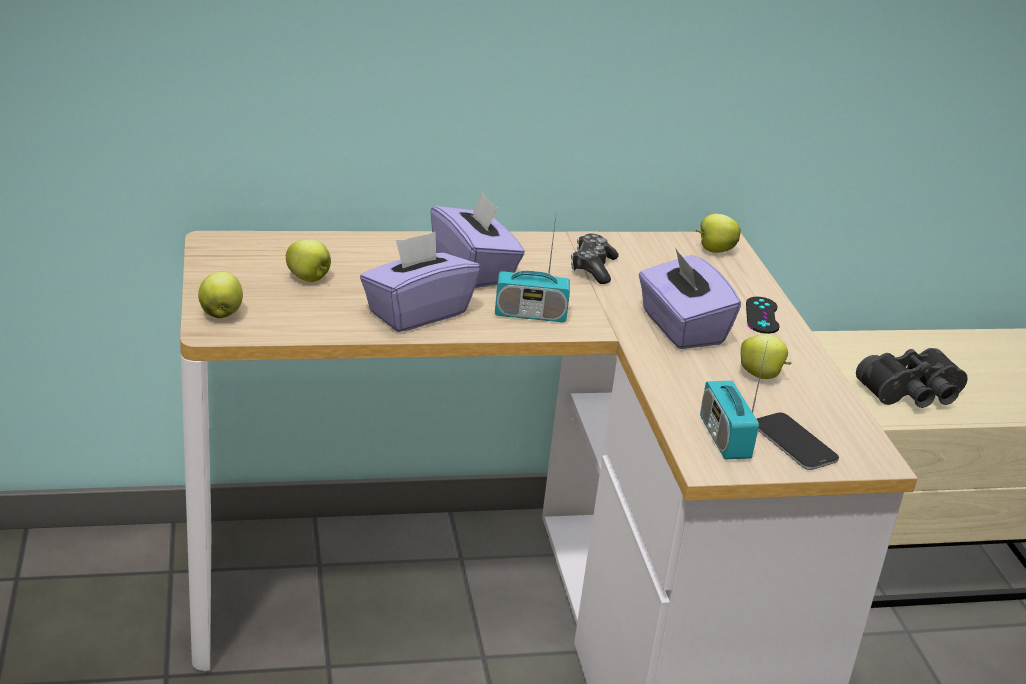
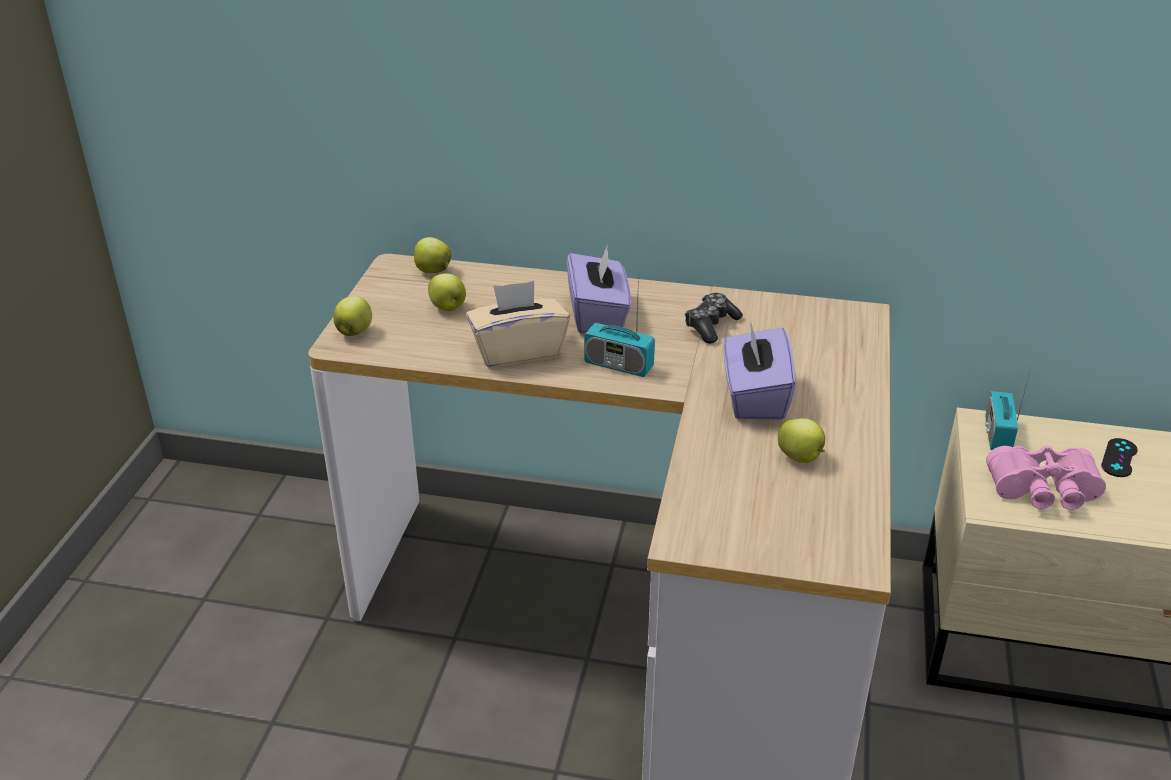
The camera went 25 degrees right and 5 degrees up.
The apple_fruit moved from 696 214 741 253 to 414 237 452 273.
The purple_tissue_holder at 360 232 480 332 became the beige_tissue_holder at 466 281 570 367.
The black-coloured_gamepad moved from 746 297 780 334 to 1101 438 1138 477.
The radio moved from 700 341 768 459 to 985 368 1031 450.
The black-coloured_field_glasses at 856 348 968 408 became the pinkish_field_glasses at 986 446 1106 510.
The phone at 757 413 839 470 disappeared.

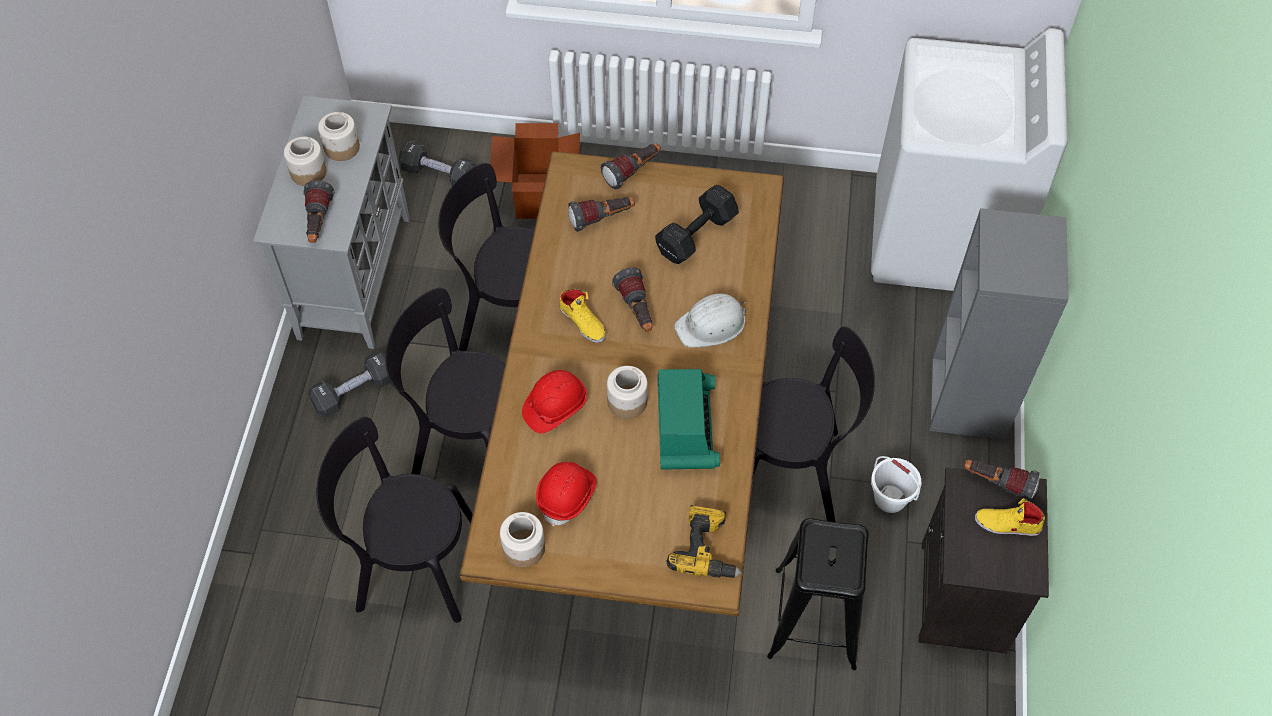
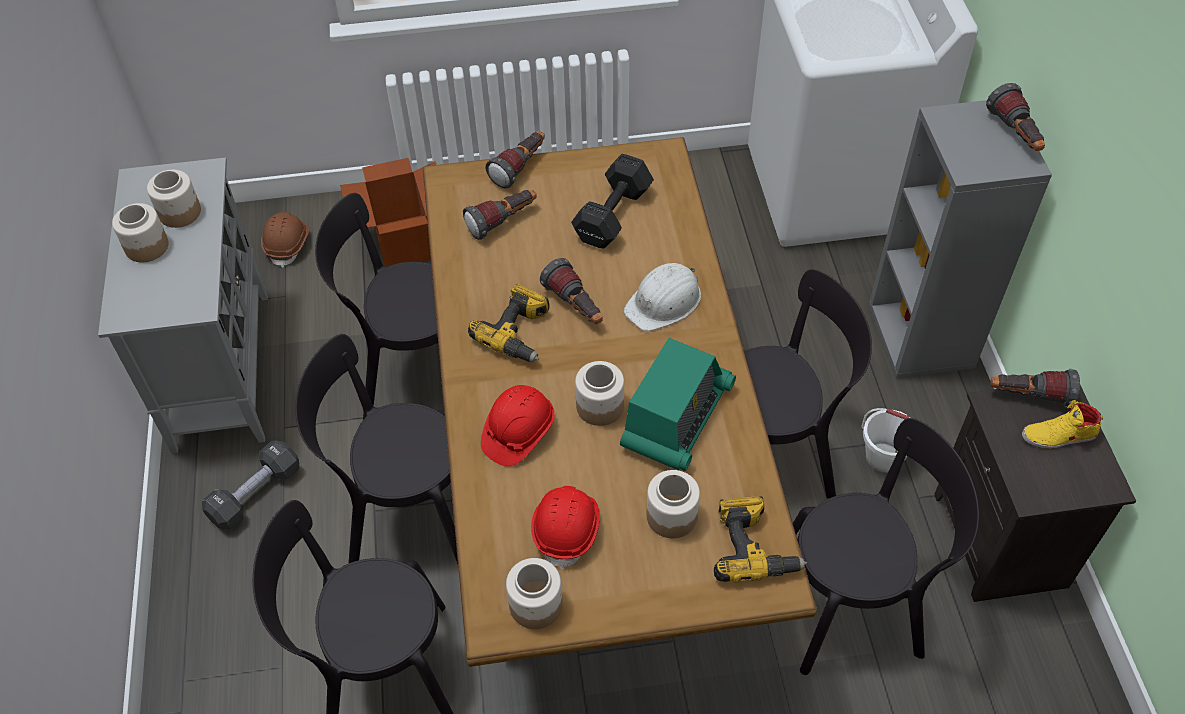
The camera went 15 degrees left and 5 degrees down.
The black-coloured_dumbbell at 399 141 476 186 was replaced by the brownish_work_helmet at 261 212 310 268.
The torch moved from 303 180 335 243 to 986 83 1045 151.
The yellow-coloured_shoe at 559 289 606 343 was replaced by the electric_drill at 468 284 550 362.
The radio at 658 369 720 470 turned 45 degrees clockwise.
The black-coloured_stool_seat at 767 518 869 670 was replaced by the black-coloured_upright_chair at 793 418 979 675.
The preserve_jar at 646 470 700 538 appeared.

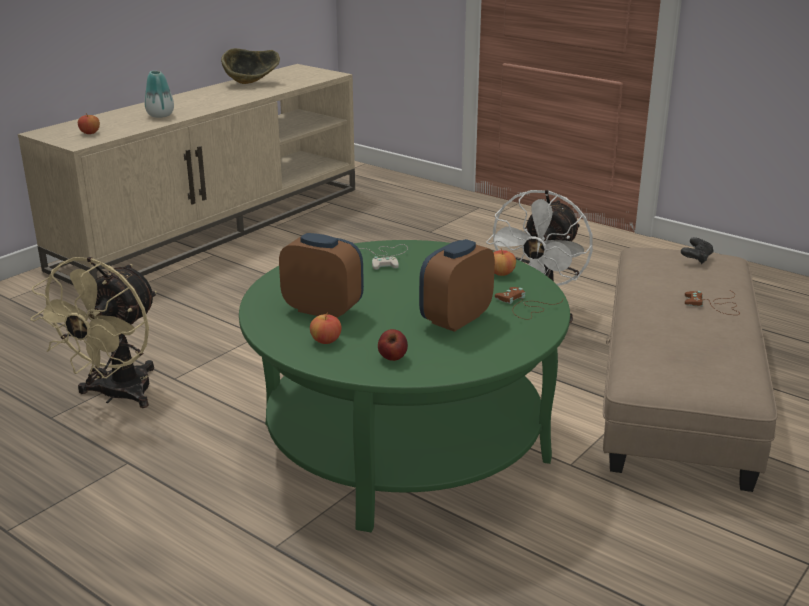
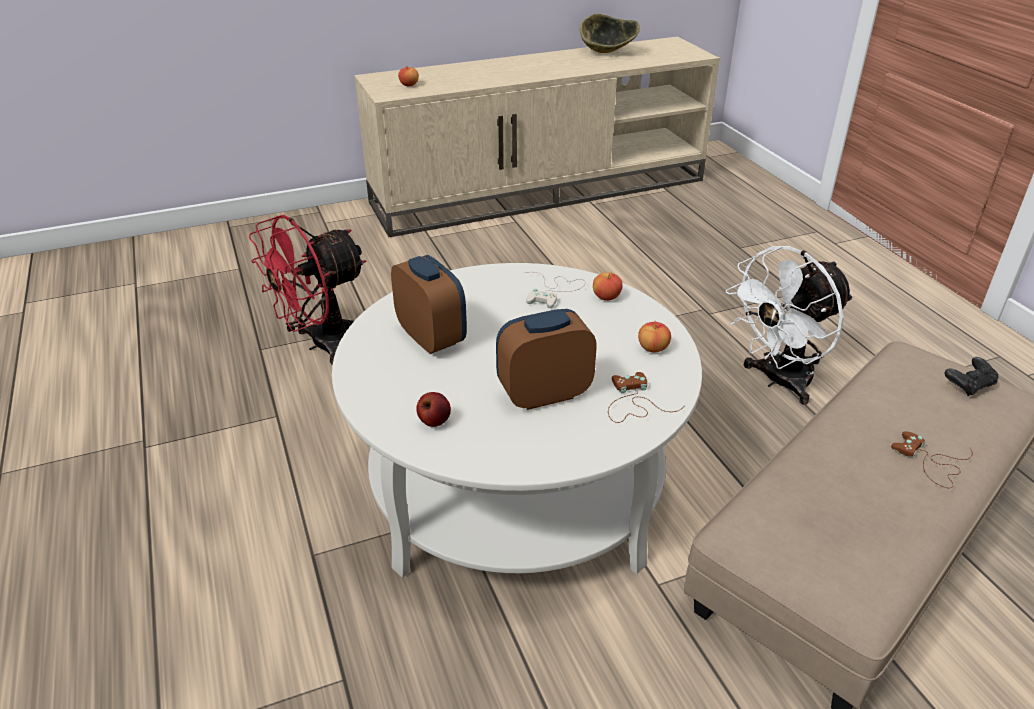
The camera went 30 degrees right and 10 degrees up.
The vase at 144 71 174 118 disappeared.
The greenish_coffee_table at 239 240 570 532 became the white-coloured_coffee_table at 332 263 702 578.
The beige_cooling_fan at 31 257 157 408 became the red_cooling_fan at 249 215 366 365.
The apple_fruit moved from 310 312 341 344 to 593 272 623 301.

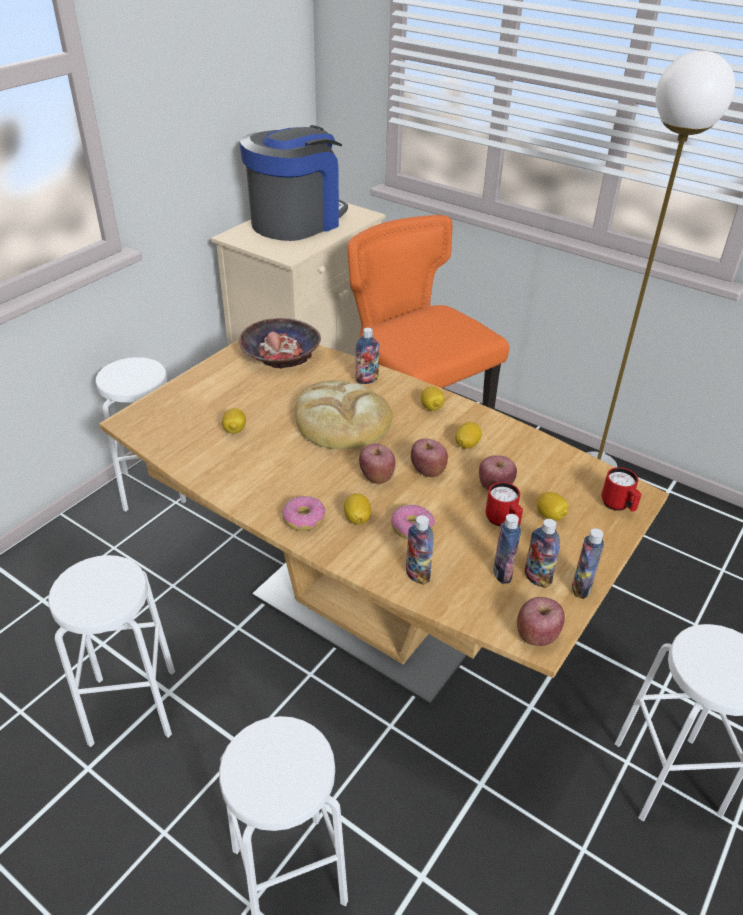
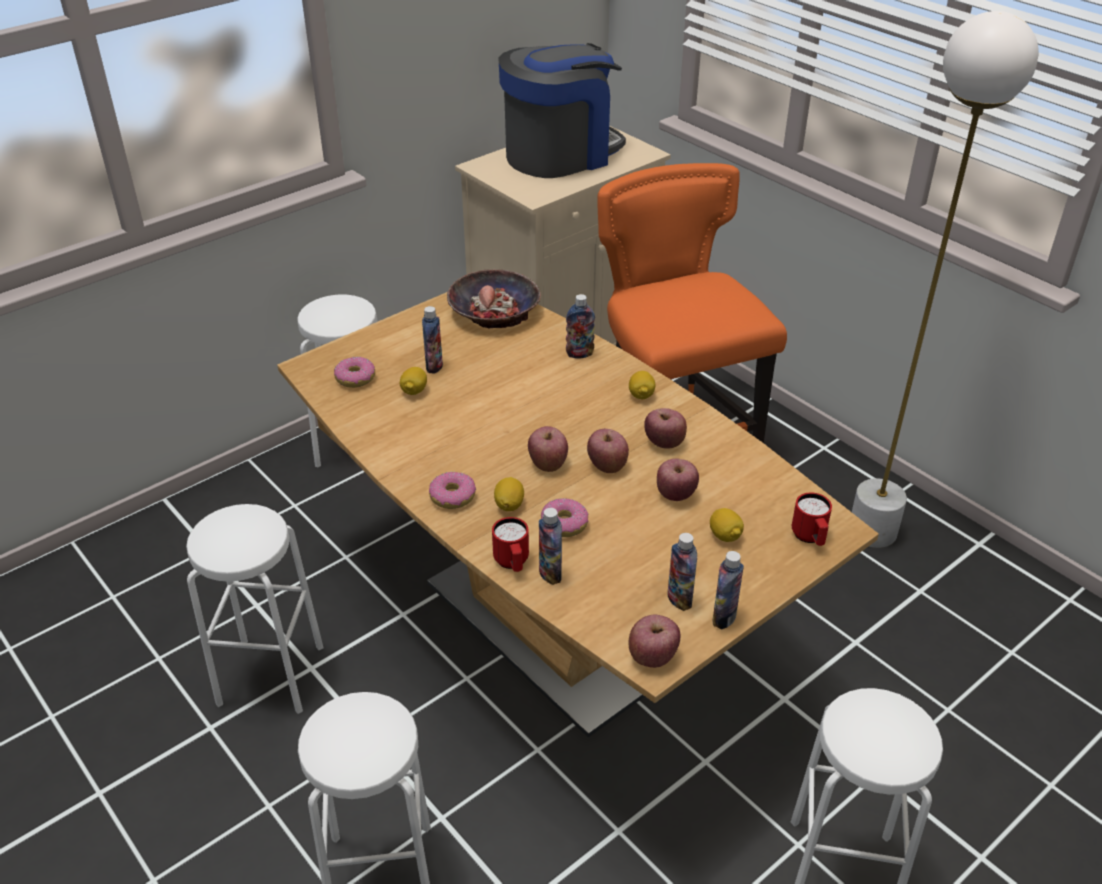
The camera went 15 degrees right and 0 degrees up.
The bread at 295 380 393 449 disappeared.
The whole_lemon at 455 422 482 449 was replaced by the apple_fruit at 644 408 687 449.
The red_mug moved from 486 482 523 526 to 492 517 529 572.
The bottle moved from 493 514 521 584 to 422 306 443 374.
The ring_doughnut at 334 357 375 388 appeared.

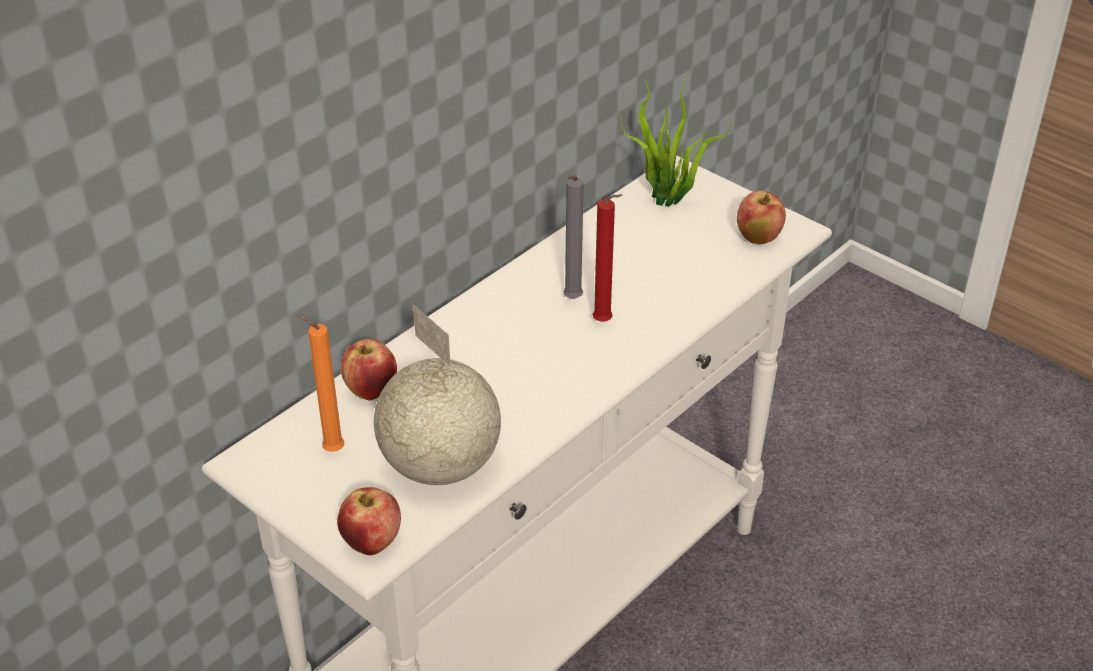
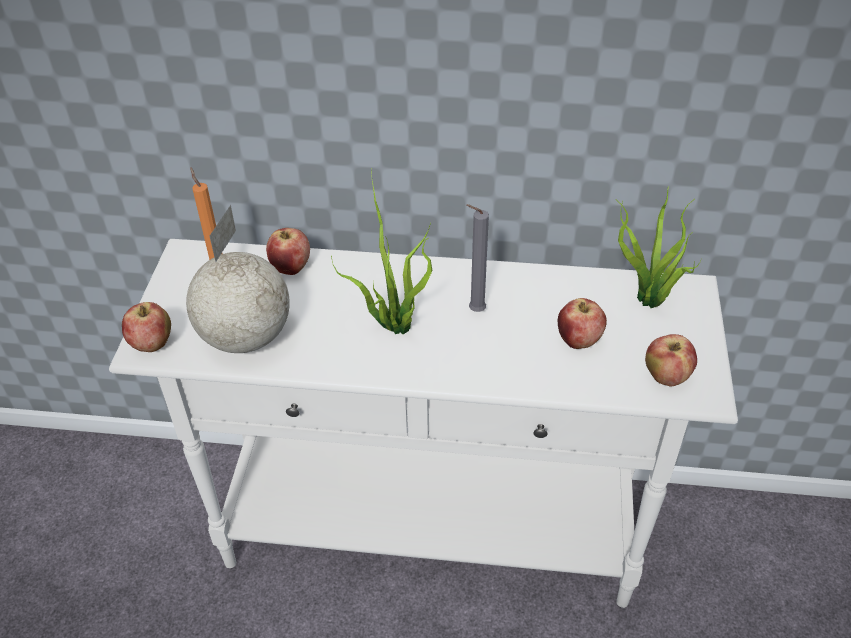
The camera went 55 degrees right and 5 degrees up.
The red_wax_candle at 592 194 623 322 disappeared.
The houseplant at 331 169 432 334 appeared.
The apple_fruit at 558 298 607 349 appeared.

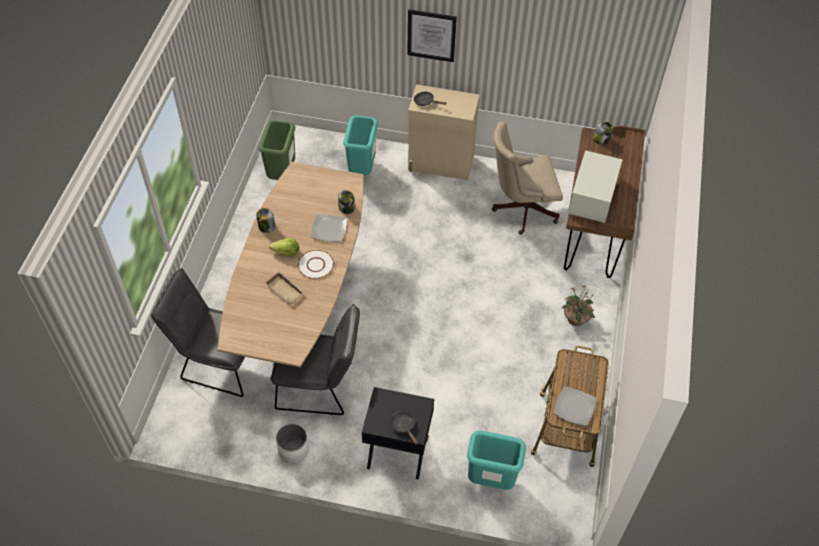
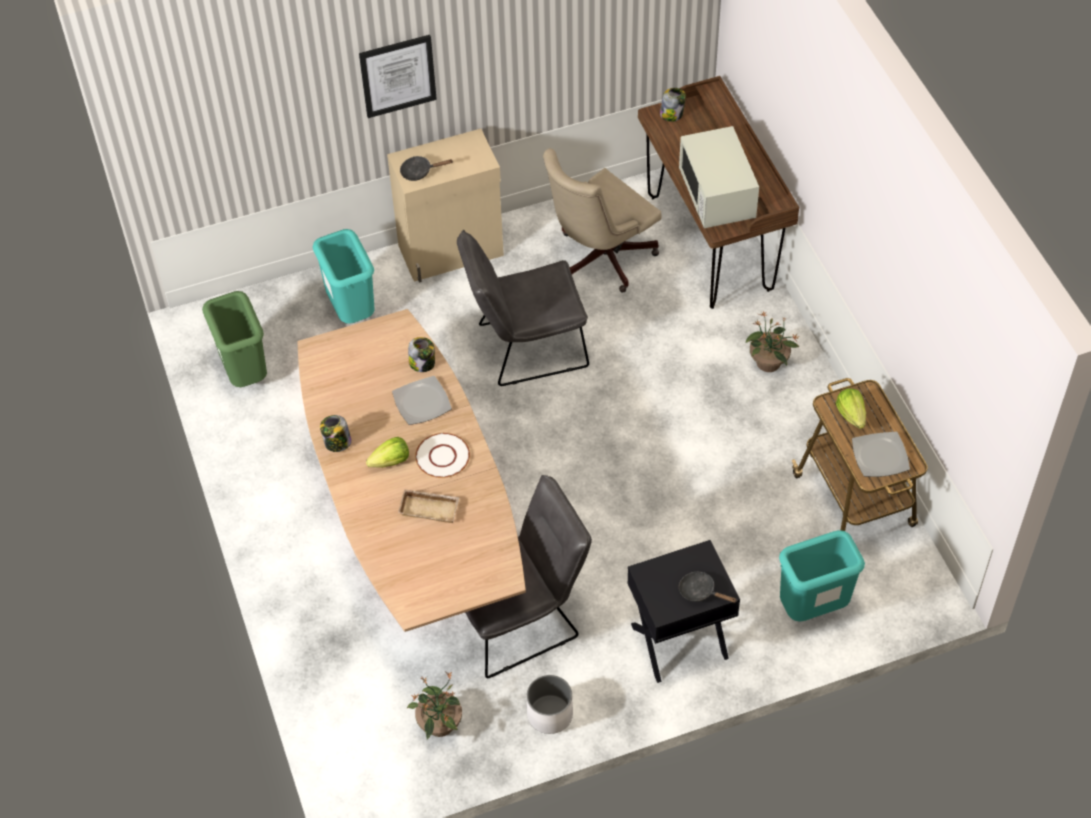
The camera went 30 degrees left and 0 degrees up.
The greyish_upright_chair moved from 151 268 245 397 to 457 230 589 386.
The lettuce at 836 388 866 429 appeared.
The houseplant at 407 671 462 740 appeared.

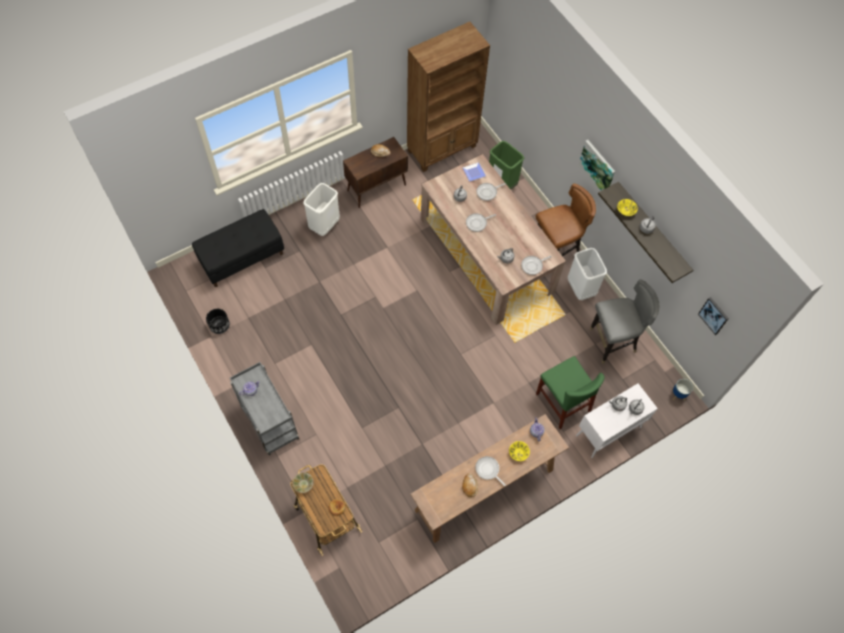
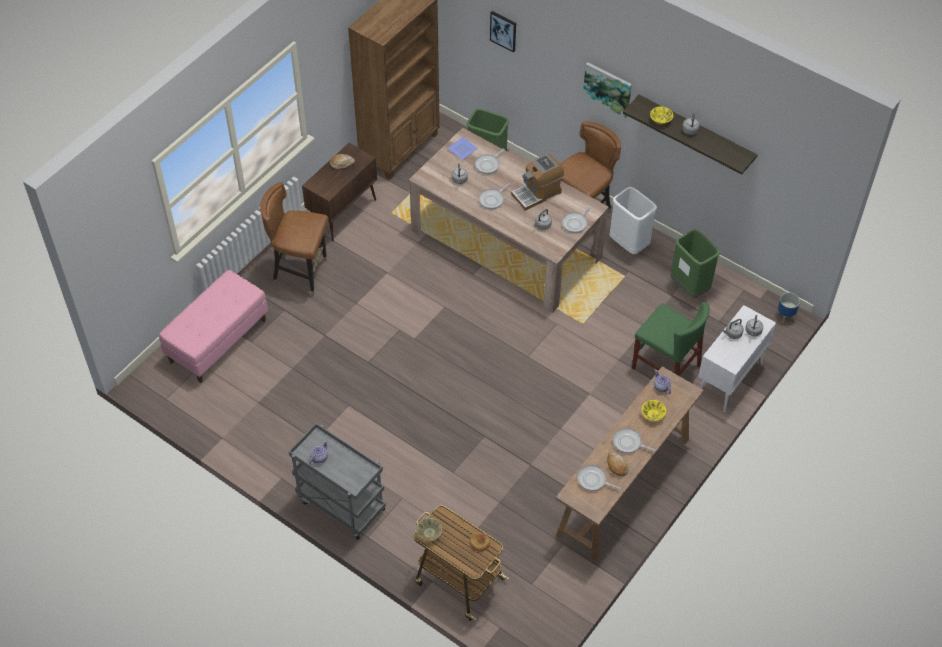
The camera went 20 degrees left and 10 degrees down.
The white-coloured_rubbish_bin at 303 183 340 236 was replaced by the brownish_upright_chair at 260 182 329 296.
The black-coloured_indoor_bench at 192 209 284 287 became the pinkish_indoor_bench at 159 270 268 383.
The greyish_upright_chair at 590 279 659 364 was replaced by the greenish_rubbish_bin at 670 229 720 298.
The wall_art moved from 698 297 729 335 to 490 11 516 53.
The black-coloured_plant_pot at 206 309 230 334 disappeared.
The coffee_brewer at 511 154 564 211 appeared.
The pan at 577 465 620 491 appeared.

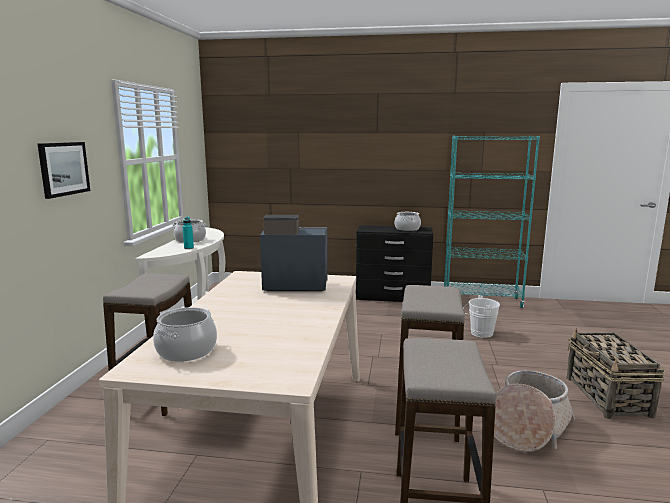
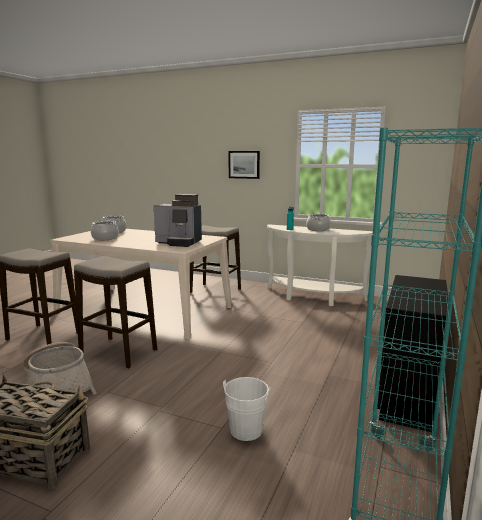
The camera went 105 degrees right and 0 degrees up.
The cooking_pot moved from 395 212 421 231 to 91 221 119 240.
The coffee_brewer at 260 215 328 292 turned 90 degrees clockwise.

